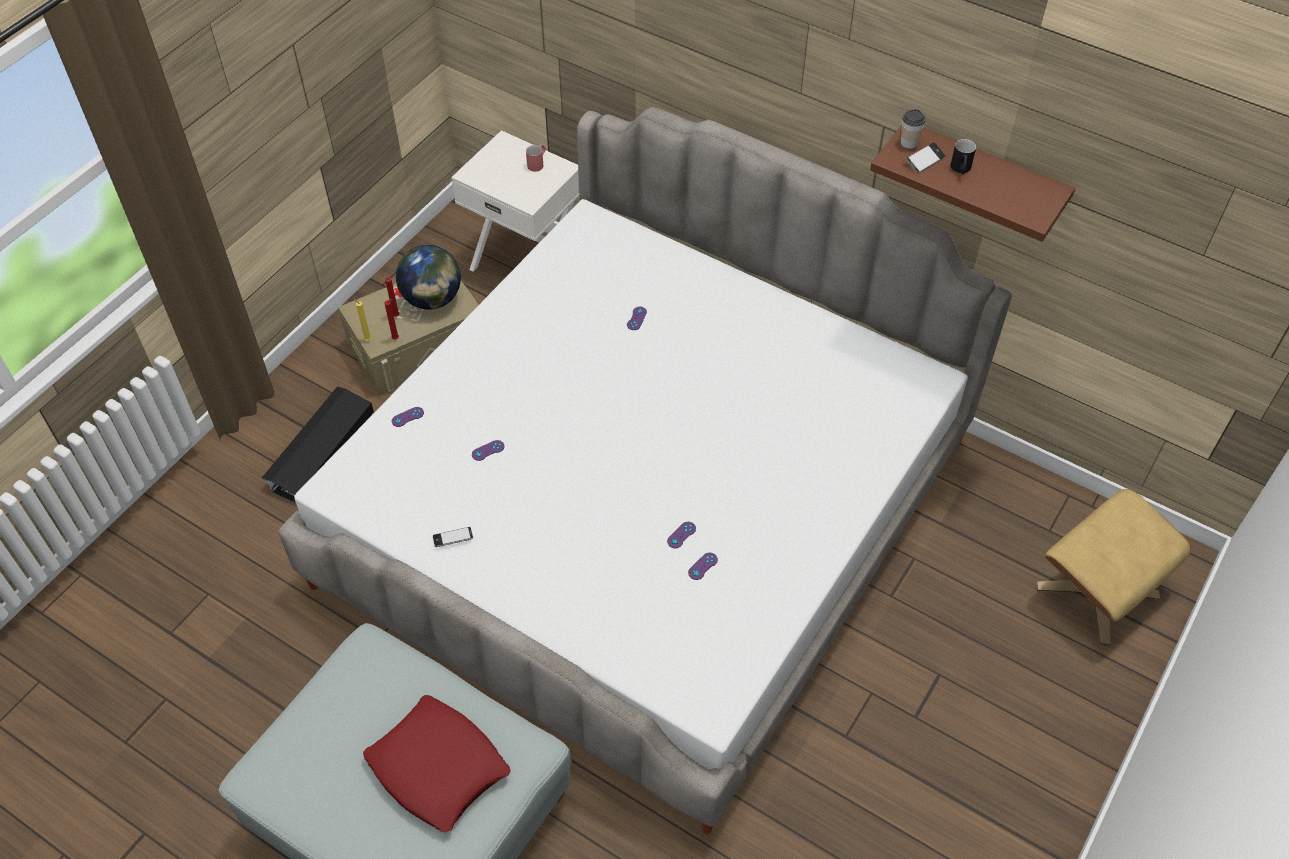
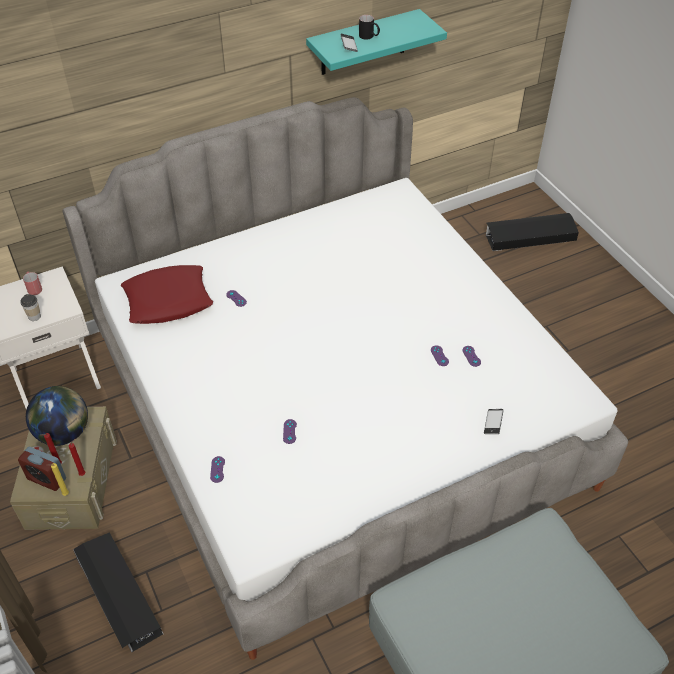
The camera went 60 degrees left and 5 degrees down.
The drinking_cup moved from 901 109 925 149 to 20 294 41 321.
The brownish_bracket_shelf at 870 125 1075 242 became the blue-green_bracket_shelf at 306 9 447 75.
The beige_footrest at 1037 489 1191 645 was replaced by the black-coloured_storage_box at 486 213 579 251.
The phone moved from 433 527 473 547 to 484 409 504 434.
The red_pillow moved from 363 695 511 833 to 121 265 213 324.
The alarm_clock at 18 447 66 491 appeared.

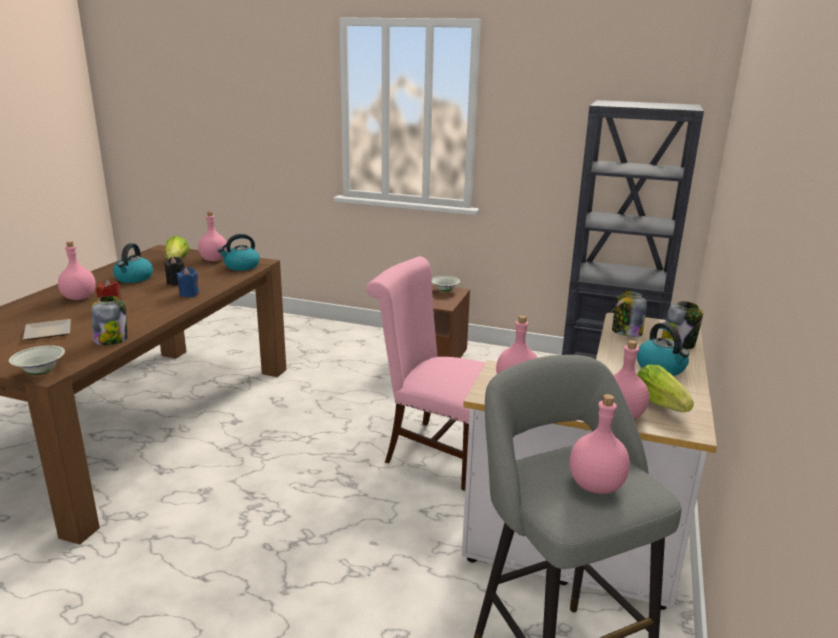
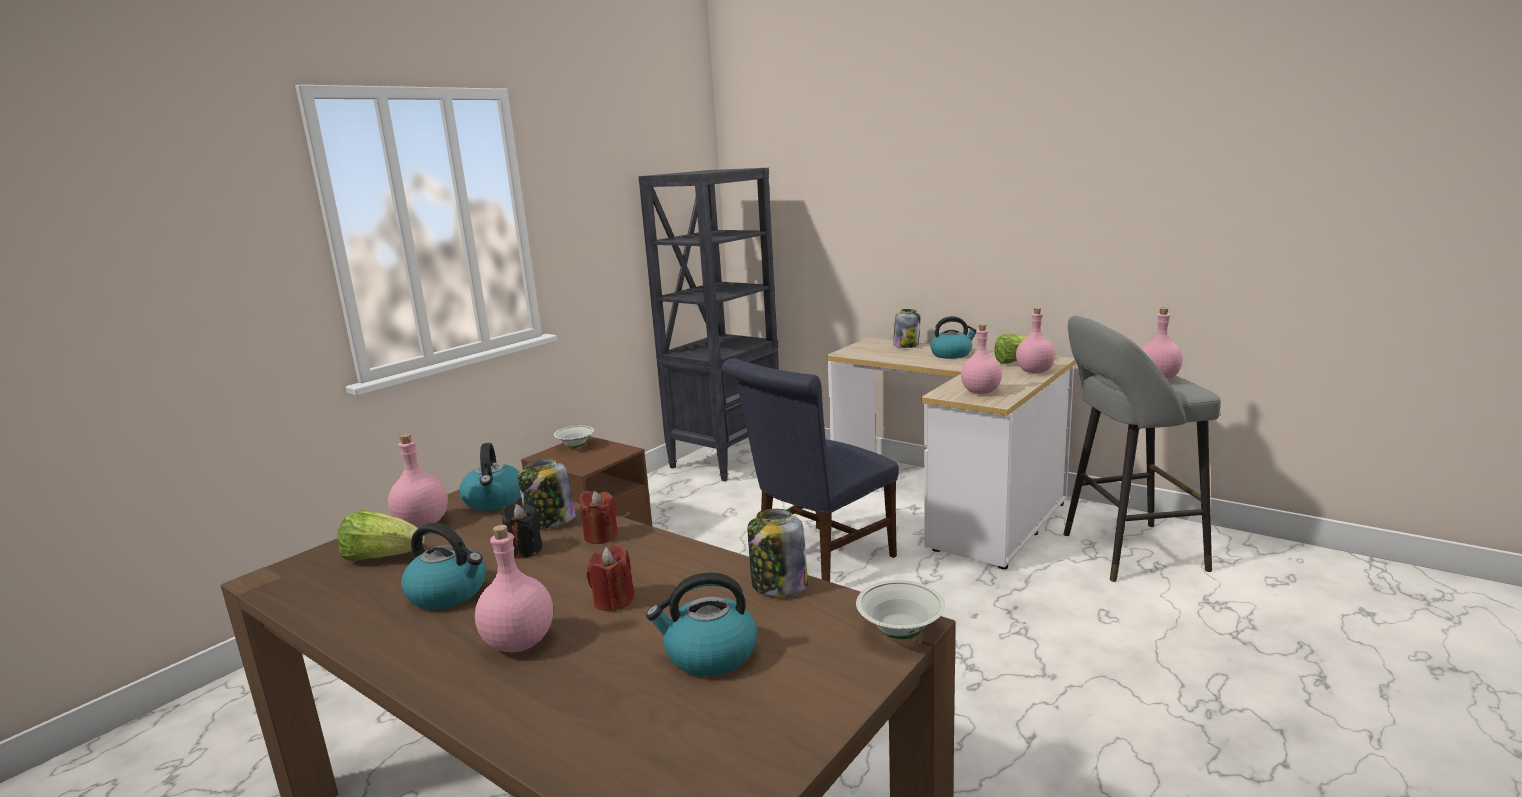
The camera went 70 degrees left and 5 degrees down.
The pinkish_upright_chair at 366 256 486 491 became the blue-coloured_upright_chair at 722 358 899 582.
The blue-coloured_wax_candle at 176 267 199 298 became the red_wax_candle at 579 491 618 544.
The preserve_jar moved from 612 291 647 337 to 518 458 576 529.
The flat_dish at 23 319 71 340 was replaced by the kettle at 646 572 757 676.

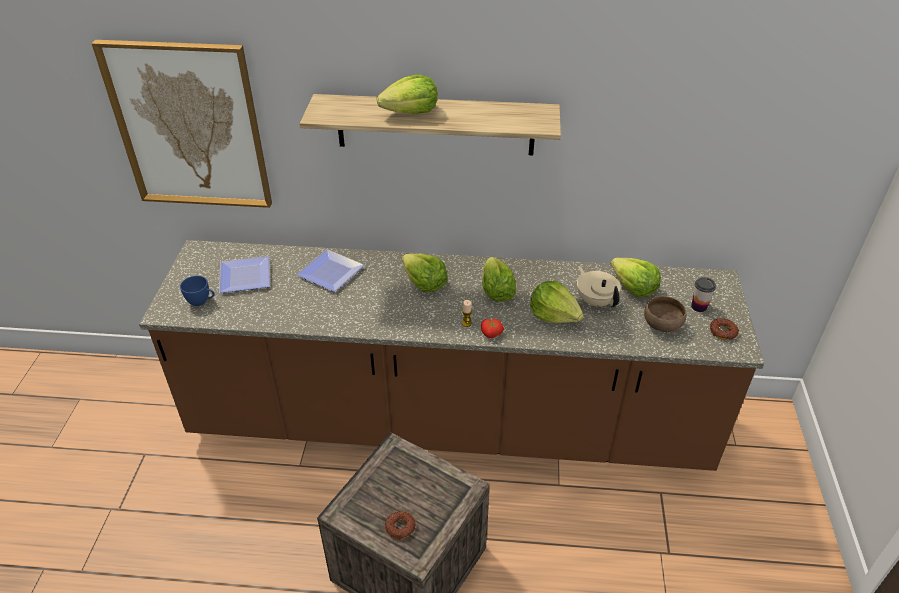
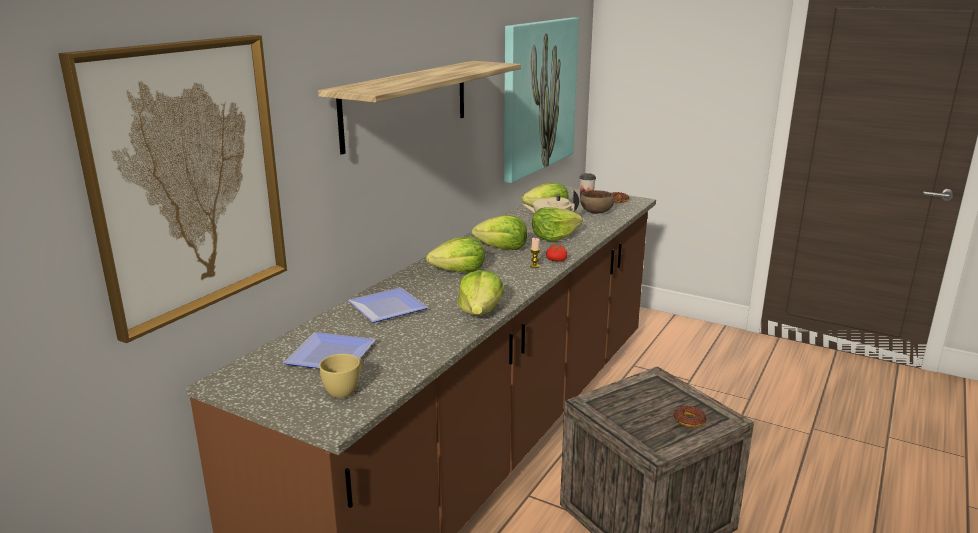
The camera went 65 degrees left and 20 degrees down.
The lettuce moved from 377 75 438 114 to 457 270 504 315.
The blue-coloured_drinking_cup at 180 276 215 306 became the yellow-coloured_drinking_cup at 319 354 363 398.
The wall_art at 504 18 579 183 appeared.

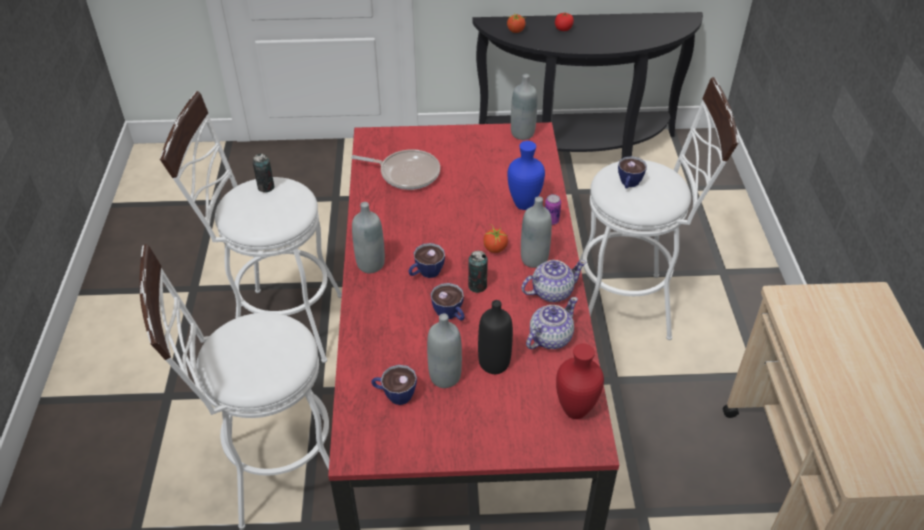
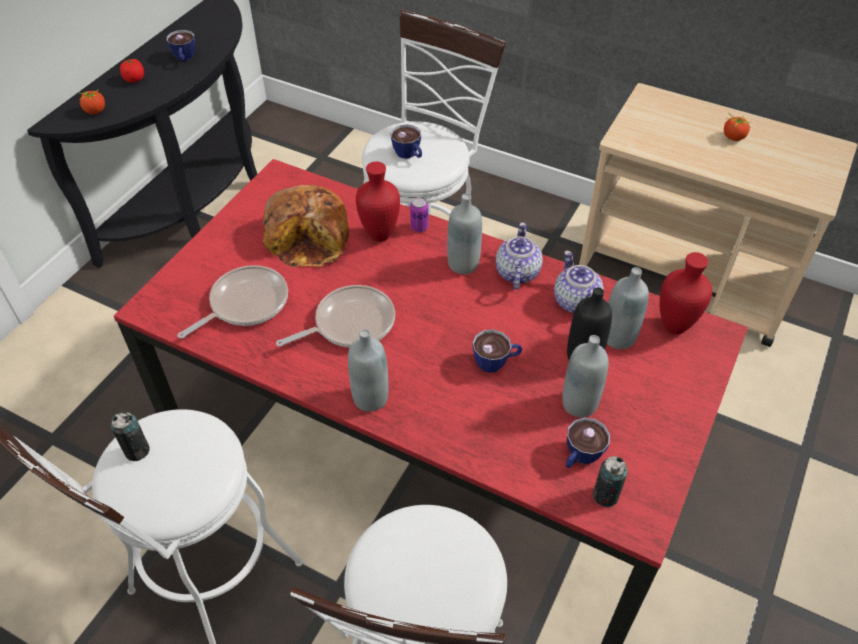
The camera went 60 degrees left and 5 degrees up.
The greyish_bottle moved from 511 74 537 140 to 607 267 649 349.
The blue-coloured_vase at 507 141 545 210 became the red_vase at 356 161 400 242.
The fresh_tomato moved from 483 224 508 253 to 724 112 751 141.
The drinking_cup moved from 408 243 445 278 to 166 30 195 61.
The sealed_can moved from 468 251 488 293 to 593 456 628 507.
The bread at 263 185 349 267 appeared.
The pan at 276 285 395 348 appeared.

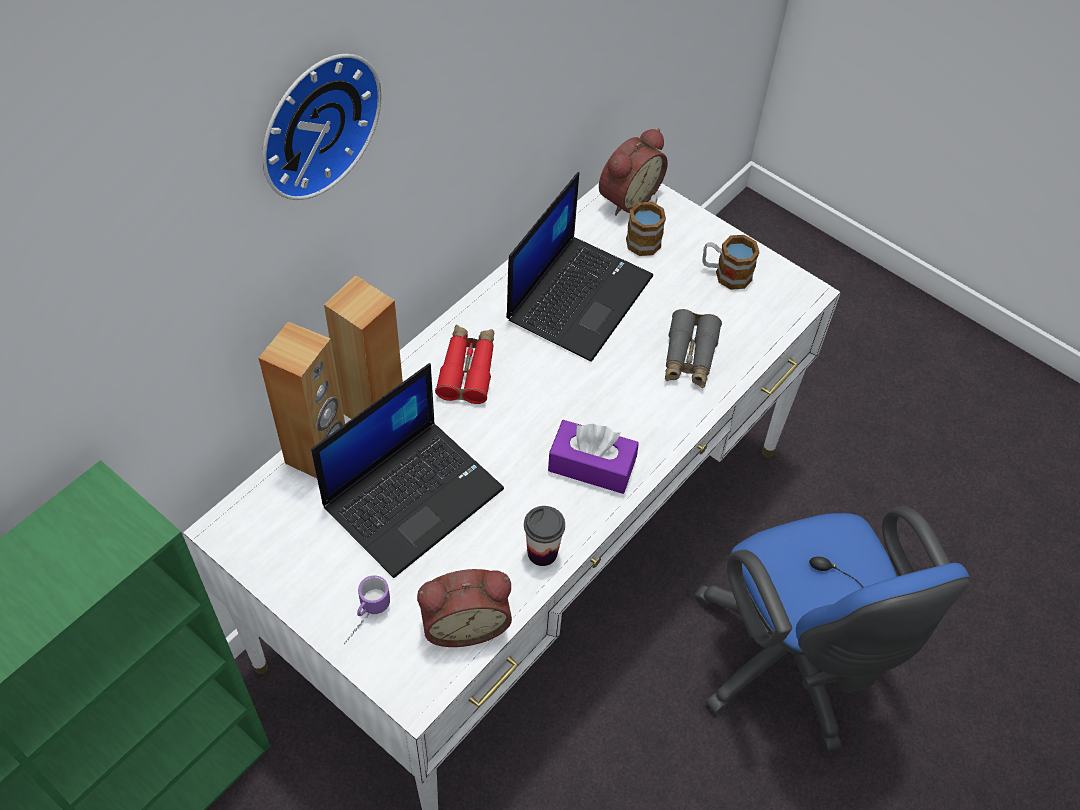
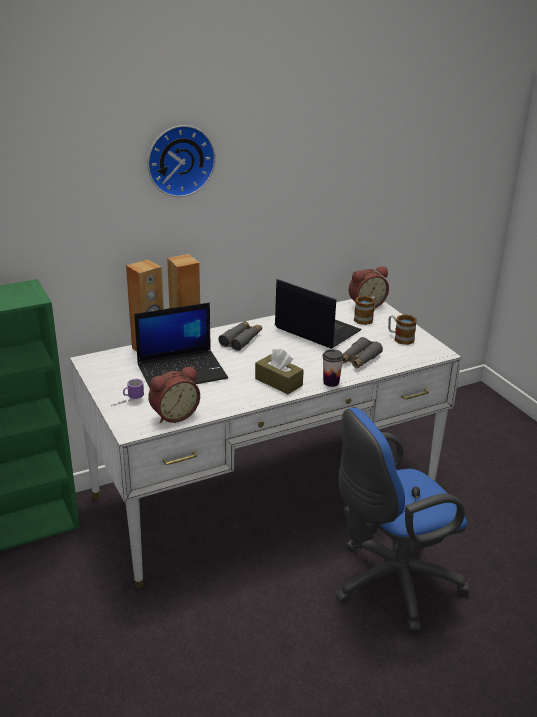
The camera went 25 degrees right and 25 degrees down.
The portable_computer at 506 172 653 362 turned 105 degrees counterclockwise.
The red_field_glasses at 435 325 494 404 became the greyish_field_glasses at 218 321 262 351.
The purple_tissue_holder at 548 420 639 494 became the brownish_tissue_holder at 255 349 304 394.
The drinking_cup moved from 524 506 565 566 to 322 349 344 387.
The blue-coloured_desk_chair at 694 506 970 752 turned 60 degrees clockwise.
The alarm_clock at 417 569 512 647 turned 45 degrees counterclockwise.

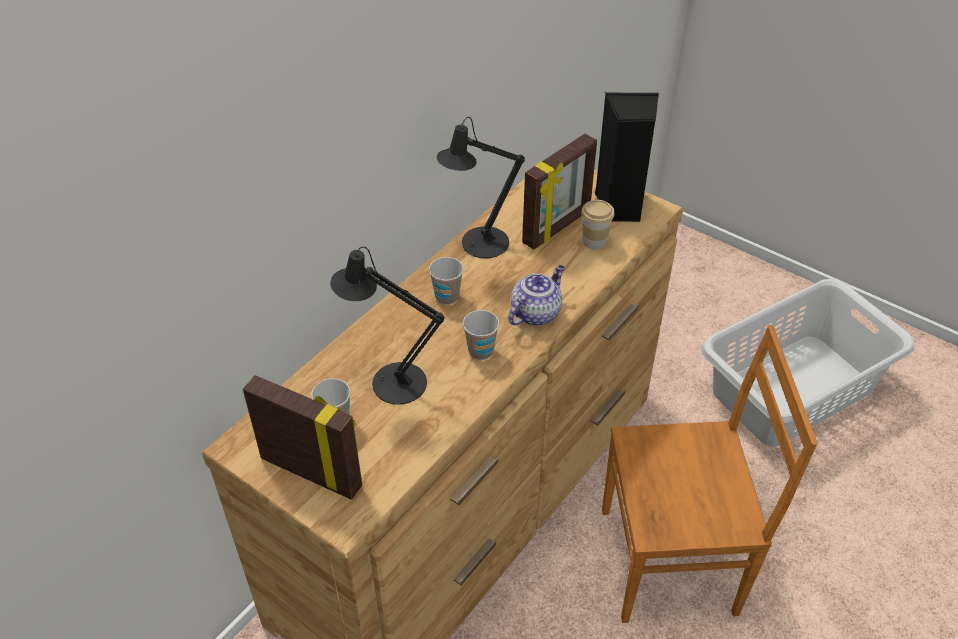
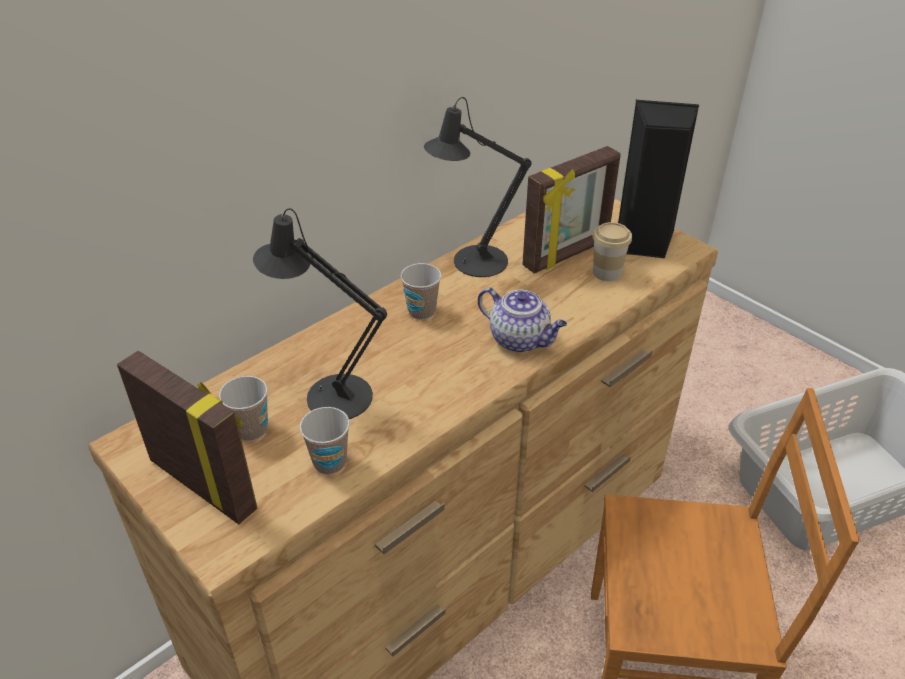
The camera went 10 degrees right and 5 degrees down.
The tea_pot at 508 265 565 326 turned 75 degrees clockwise.
The drinking_cup moved from 463 310 499 360 to 300 407 350 475.

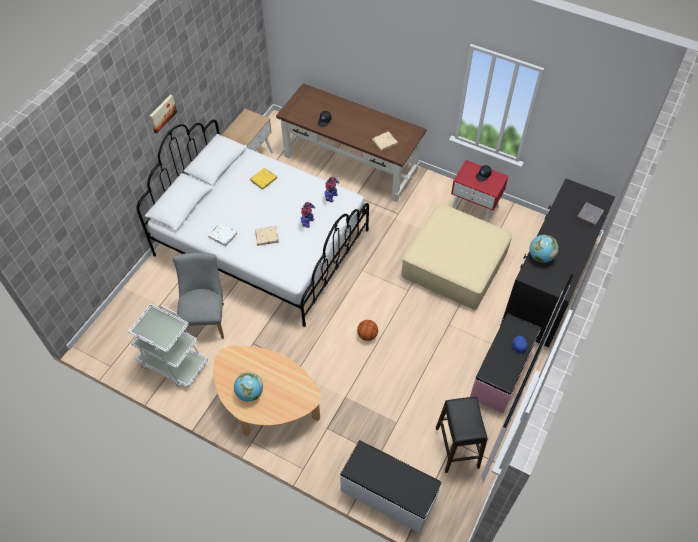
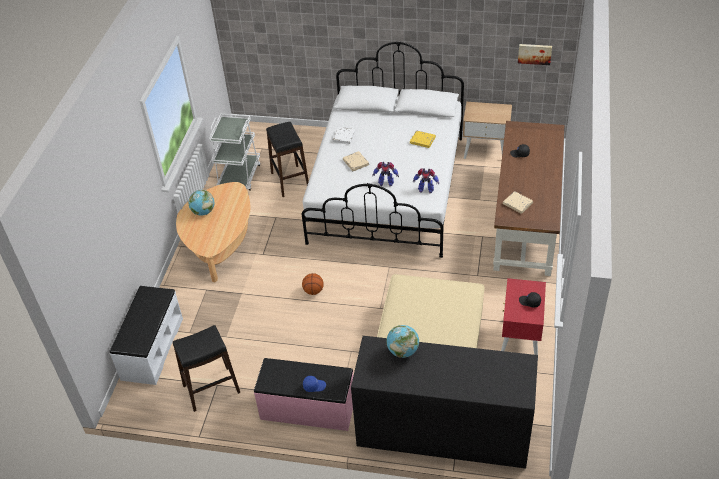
The camera went 75 degrees right and 10 degrees down.
The wall_art moved from 150 94 177 133 to 518 44 552 65.
The greyish_bound_book at 577 202 604 227 disappeared.
The greyish_upright_chair at 173 253 224 339 was replaced by the black-coloured_stool_seat at 266 122 309 197.

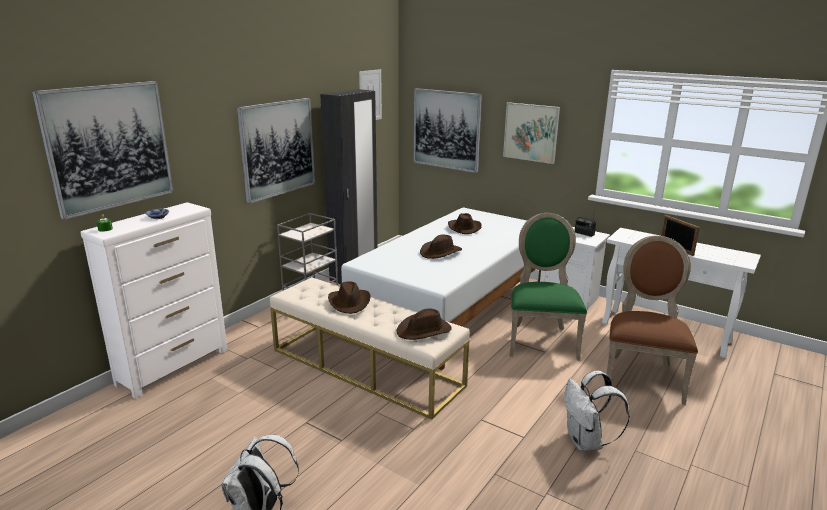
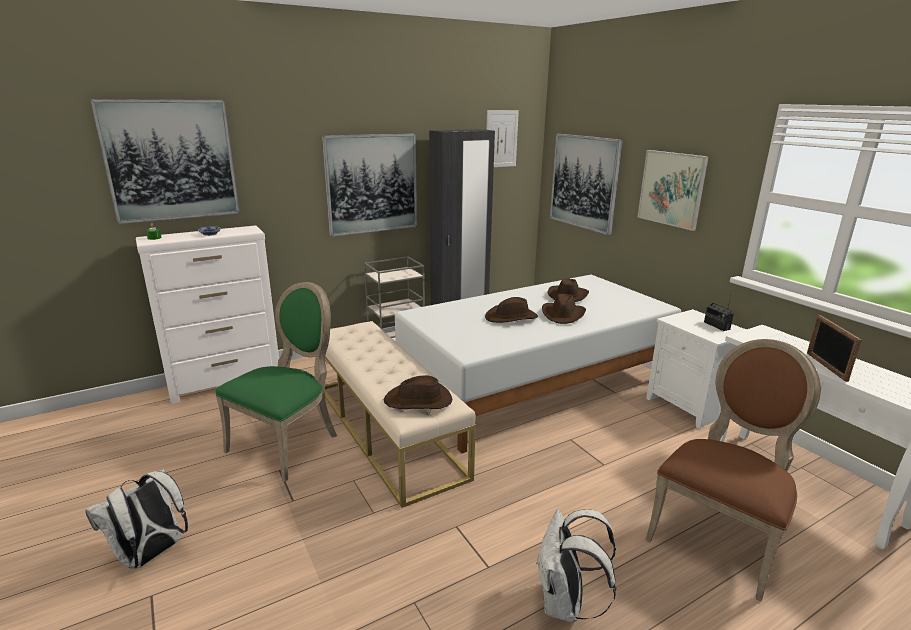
The camera went 25 degrees right and 0 degrees up.
The greenish_upright_chair moved from 510 213 587 361 to 216 282 337 482.
The brownish_wearable_hat moved from 328 281 370 314 to 542 294 586 324.

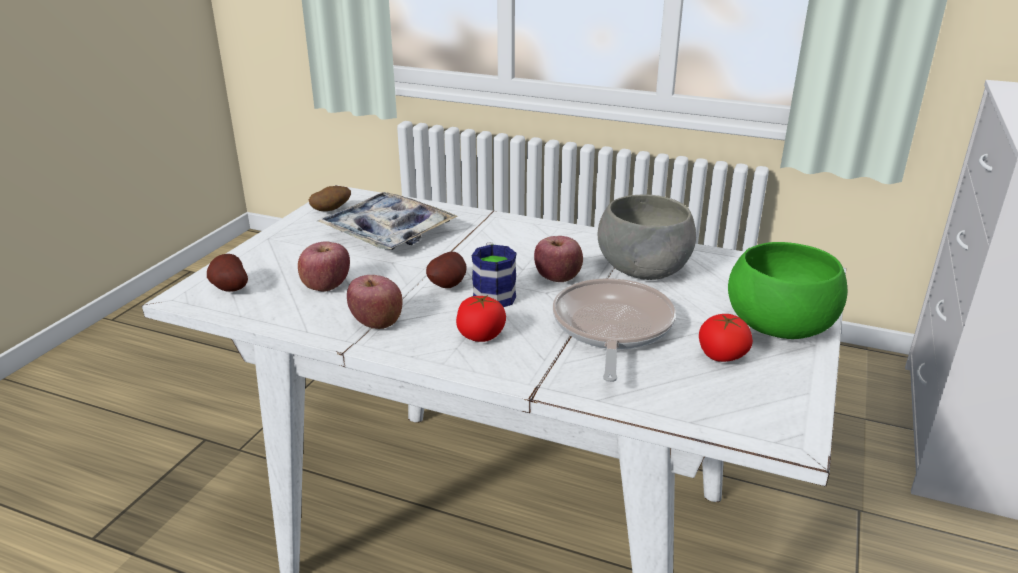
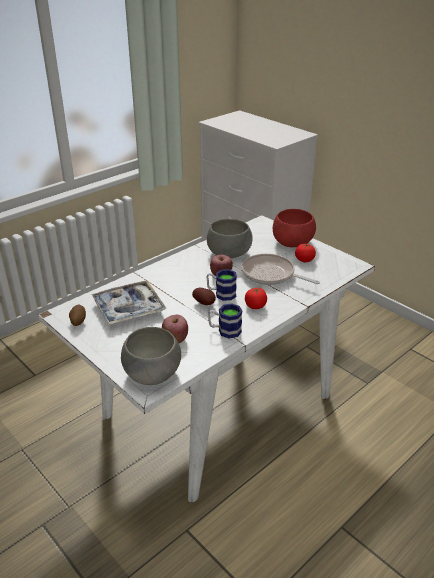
The camera went 65 degrees left and 5 degrees up.
The greenish_deep_dish at 728 242 847 339 became the red_deep_dish at 273 209 316 247.
The potato at 207 254 248 292 was replaced by the greyish_deep_dish at 121 327 181 385.
The apple_fruit at 347 275 403 329 was replaced by the mug at 208 303 242 338.

